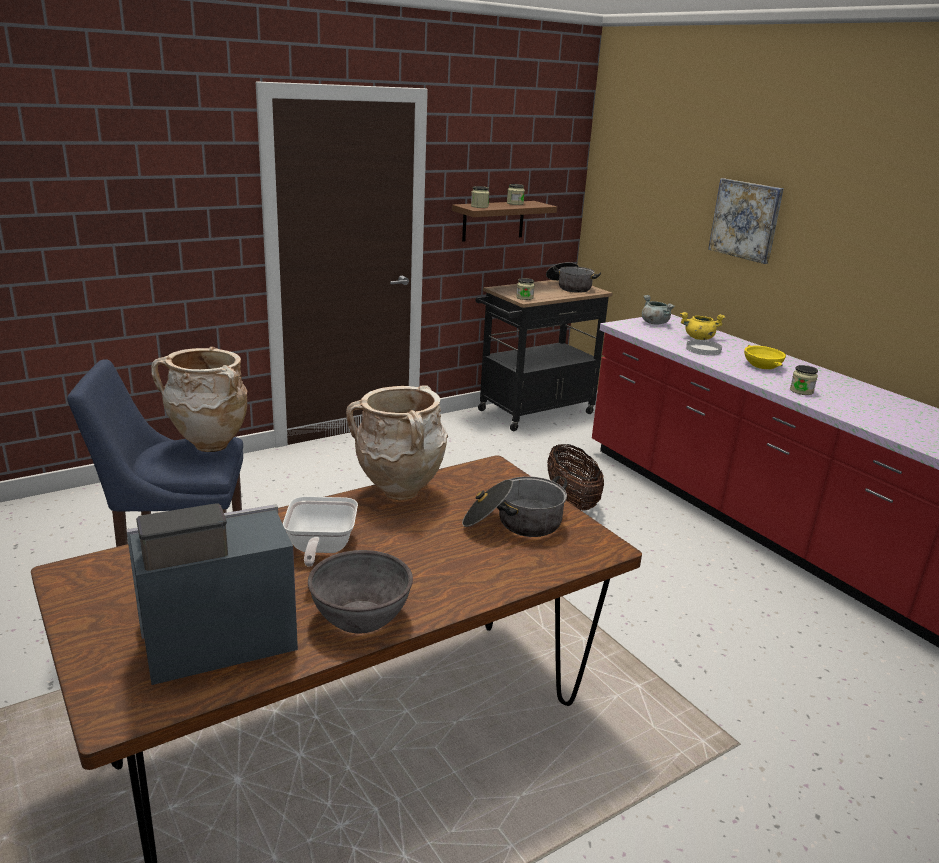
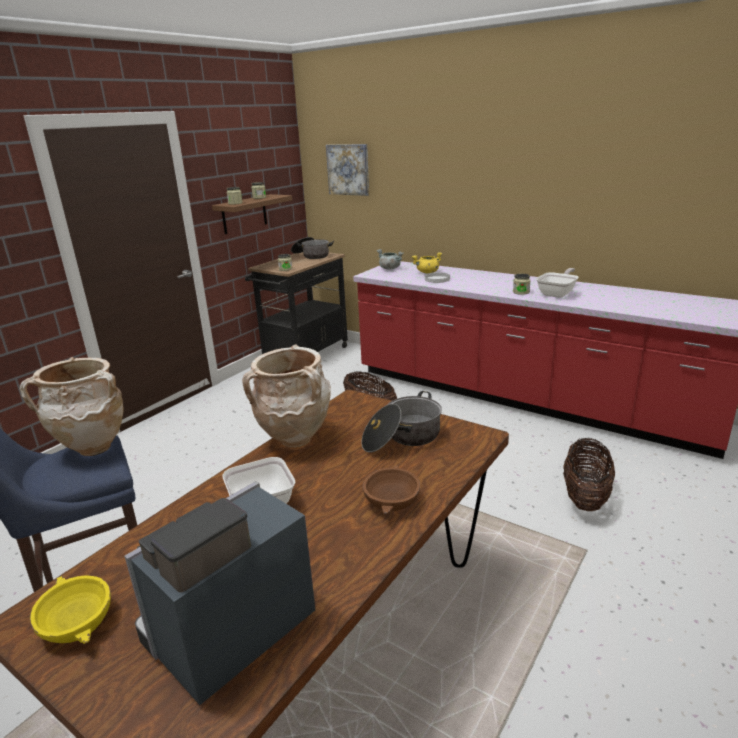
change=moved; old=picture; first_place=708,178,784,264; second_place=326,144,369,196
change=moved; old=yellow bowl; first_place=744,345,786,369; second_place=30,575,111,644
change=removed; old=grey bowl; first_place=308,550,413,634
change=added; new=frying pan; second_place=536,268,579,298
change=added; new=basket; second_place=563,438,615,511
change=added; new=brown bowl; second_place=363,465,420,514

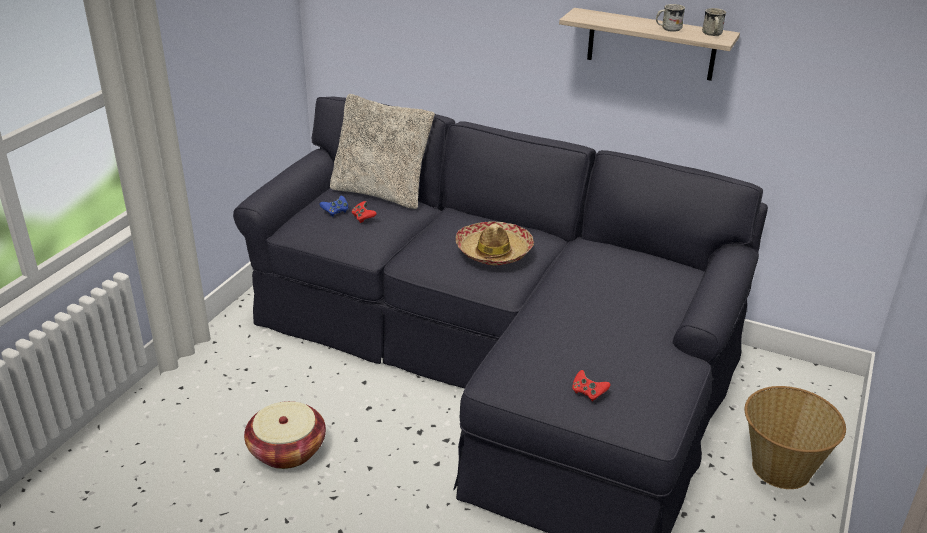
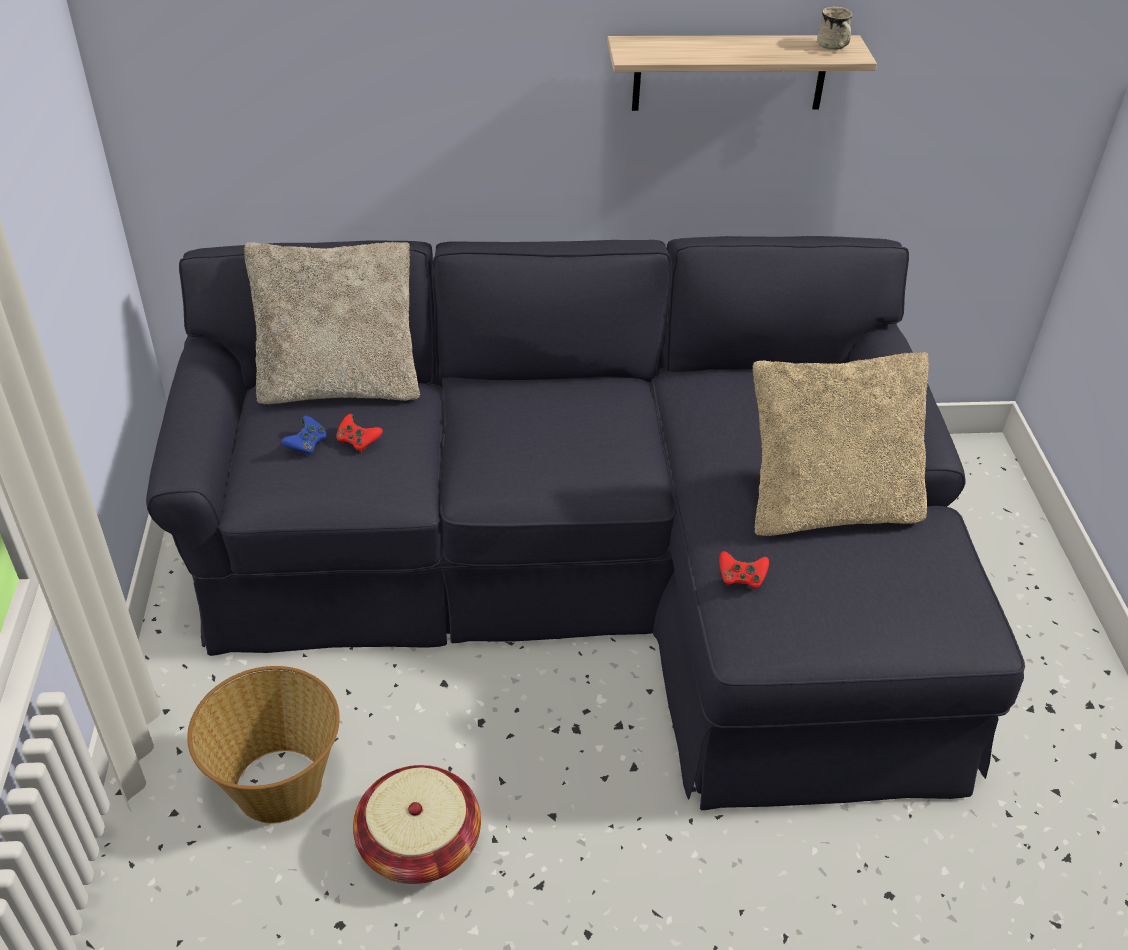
change=removed; old=white mug; first_place=656,4,685,32
change=removed; old=hat; first_place=456,221,534,265
change=moved; old=red game controller; first_place=572,370,610,402; second_place=719,551,769,589
change=moved; old=basket; first_place=745,386,846,489; second_place=187,666,340,823
change=added; new=beige pillow; second_place=753,352,929,536

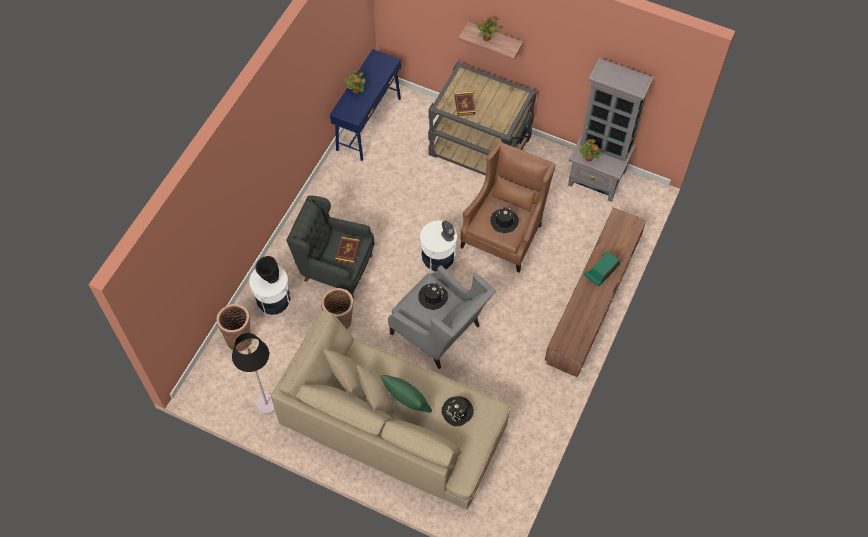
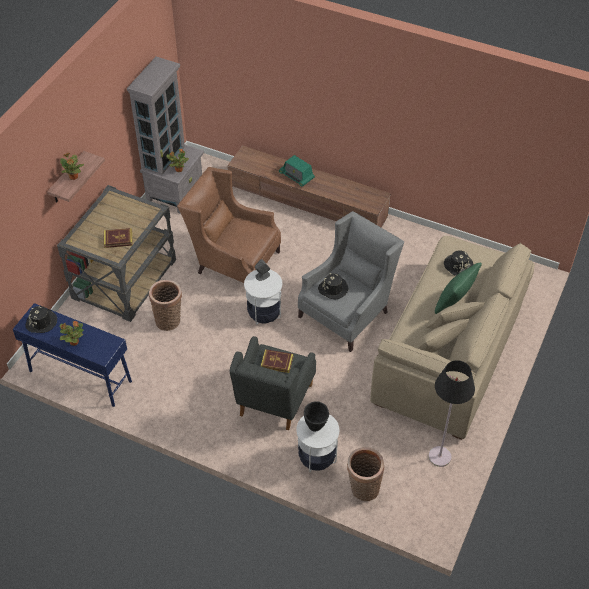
change=moved; old=black hat; first_place=490,207,519,233; second_place=25,306,57,333
change=moved; old=basket; first_place=321,288,354,329; second_place=149,280,182,331

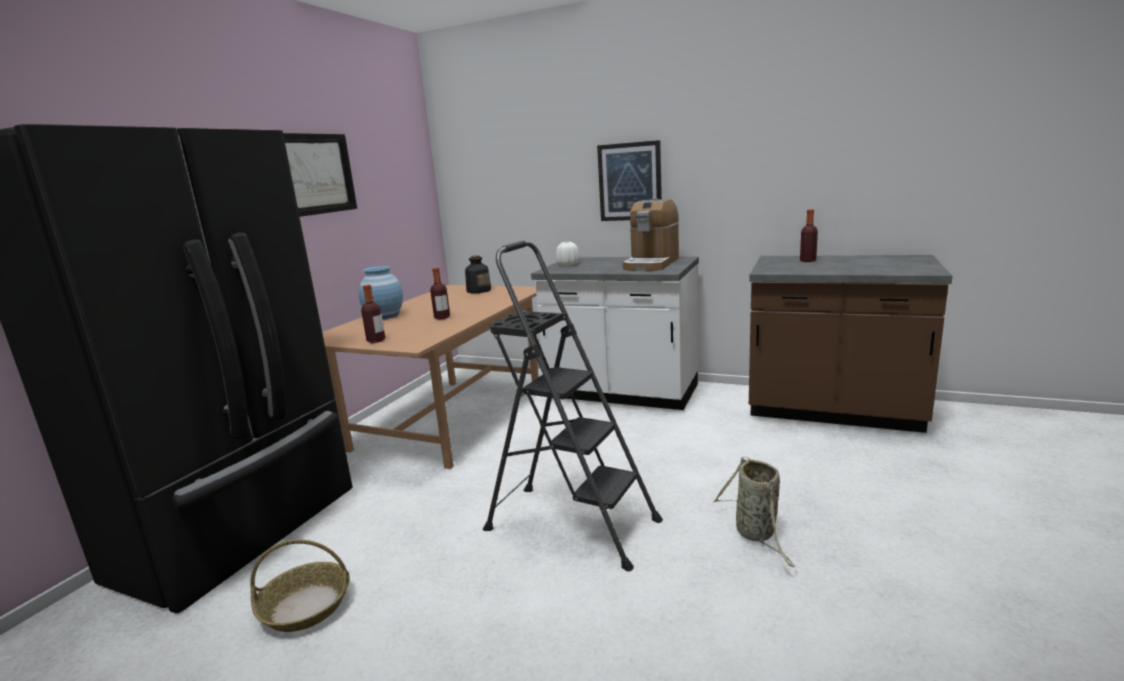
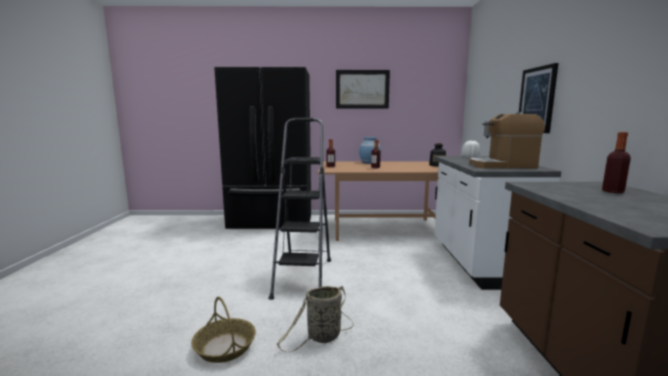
change=moved; old=basket; first_place=250,540,350,632; second_place=191,297,256,363

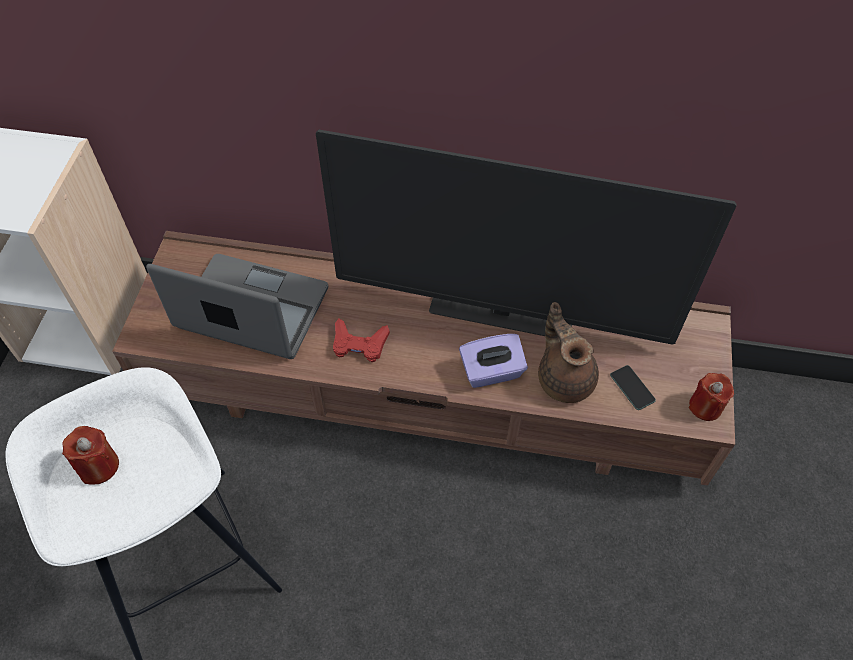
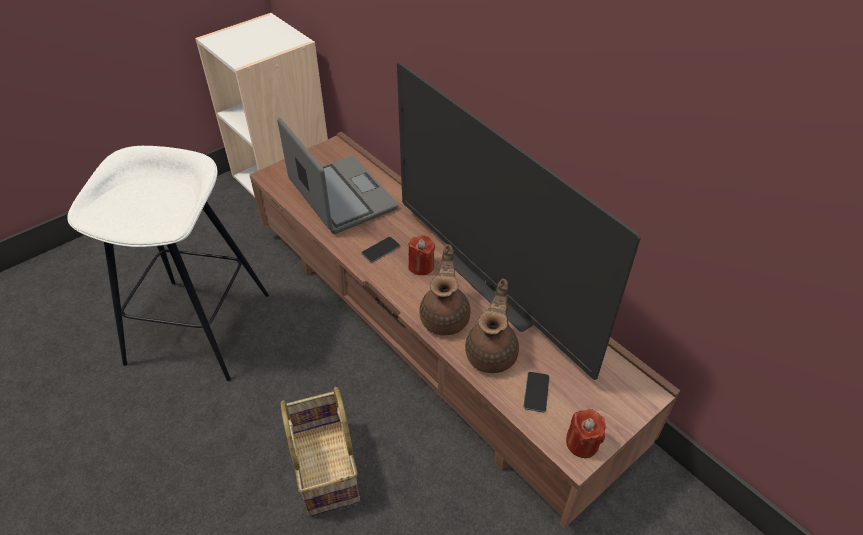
change=replaced; old=red game controller; new=phone; first_place=333,319,390,362; second_place=361,237,400,262
change=replaced; old=purple tissue box; new=brown teapot; first_place=459,334,528,388; second_place=419,244,471,335
change=moved; old=red candle; first_place=62,426,119,485; second_place=408,235,435,275
change=added; new=basket; second_place=281,387,360,517

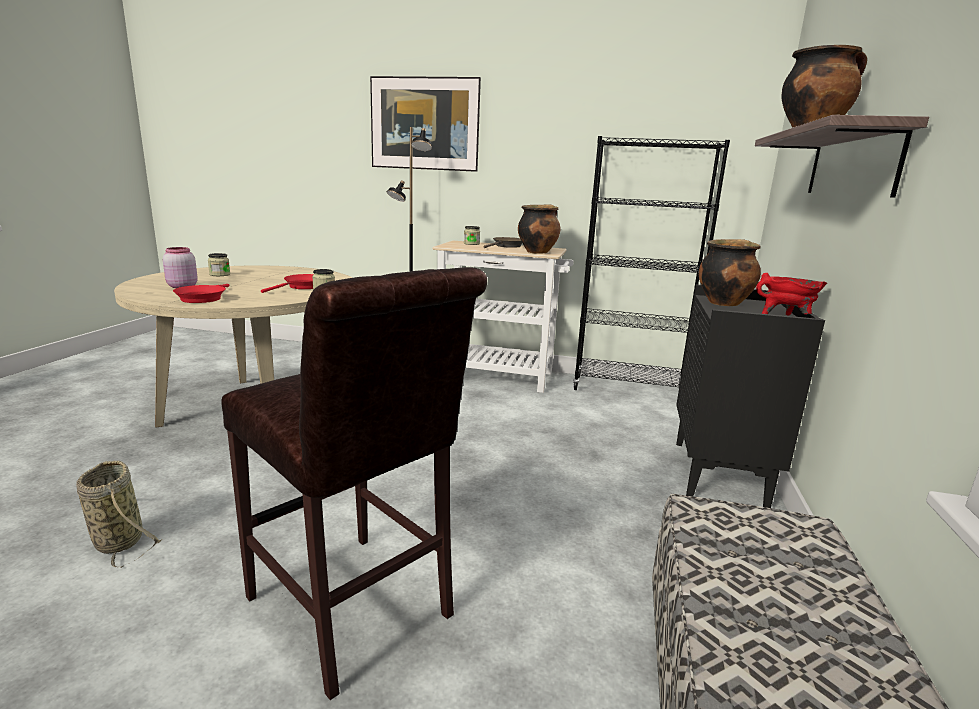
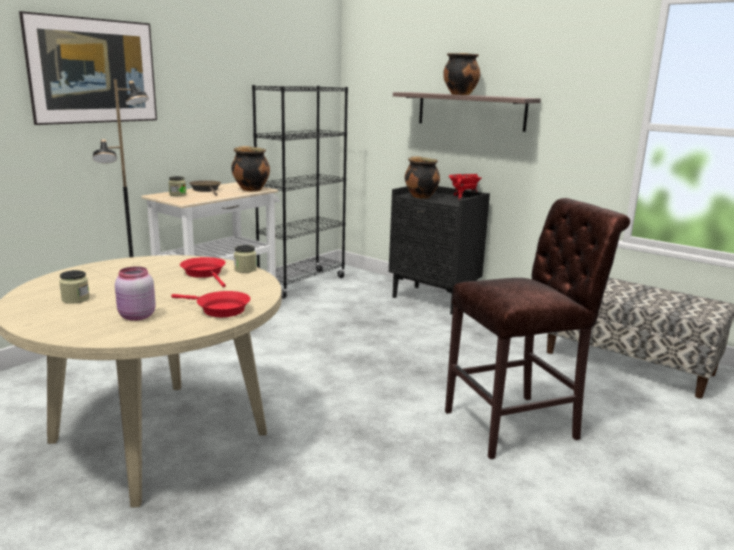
change=removed; old=basket; first_place=76,461,161,568

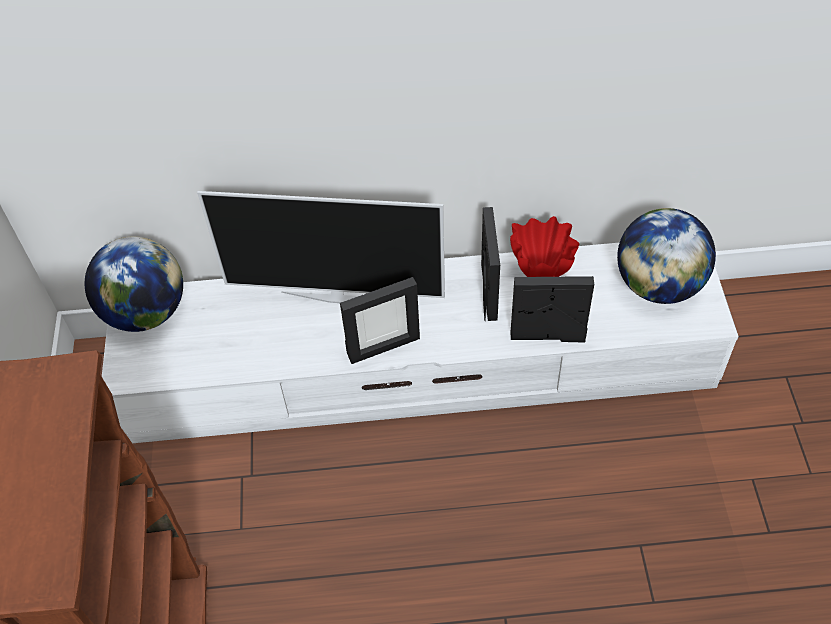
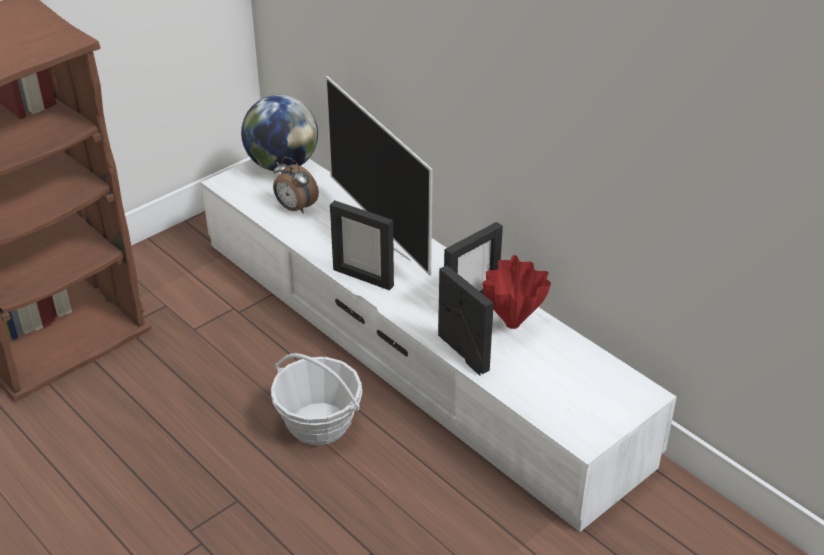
change=removed; old=globe; first_place=617,208,716,304
change=added; new=alarm clock; second_place=273,157,319,214
change=added; new=basket; second_place=271,353,363,445

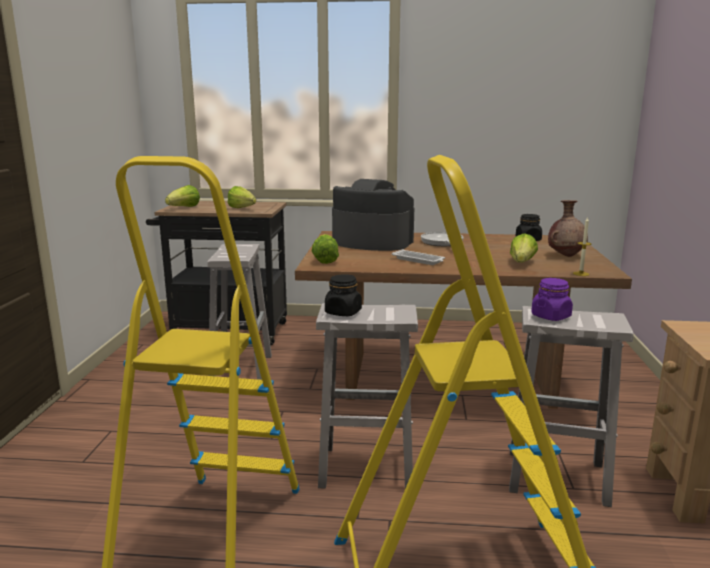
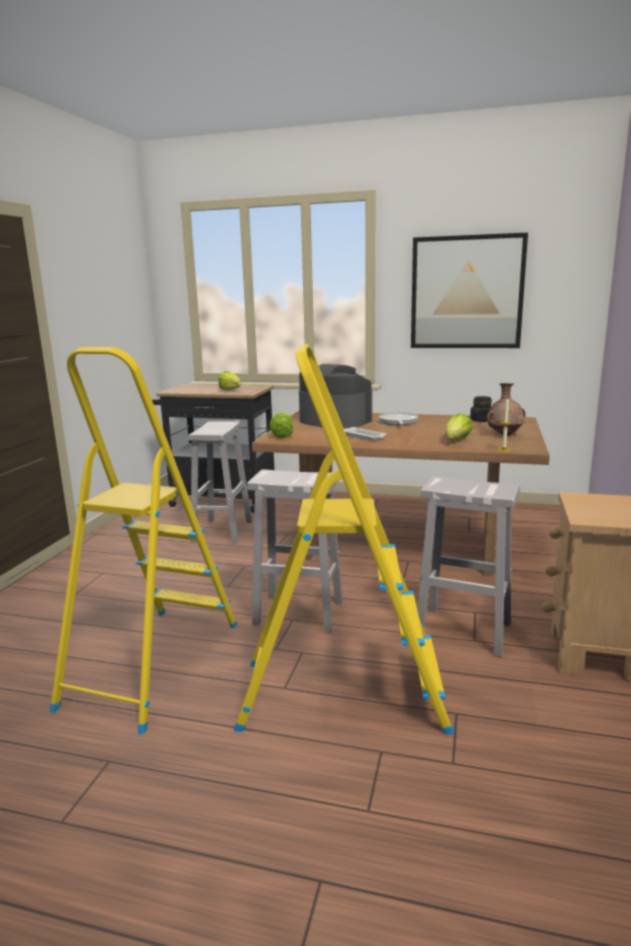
change=removed; old=lettuce; first_place=165,185,200,207
change=removed; old=black jar; first_place=325,274,362,316
change=removed; old=purple jar; first_place=531,278,573,321
change=added; new=picture; second_place=411,233,528,348

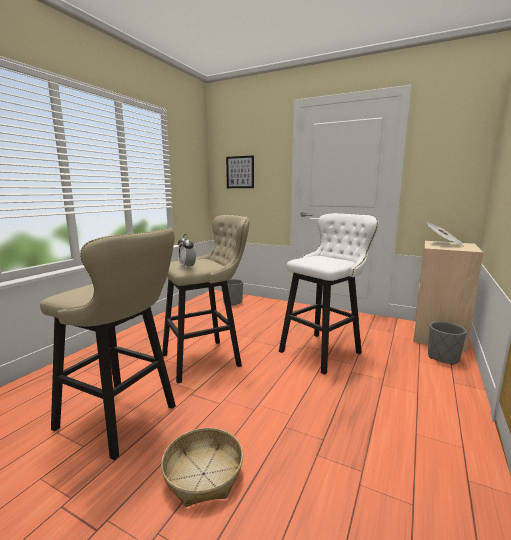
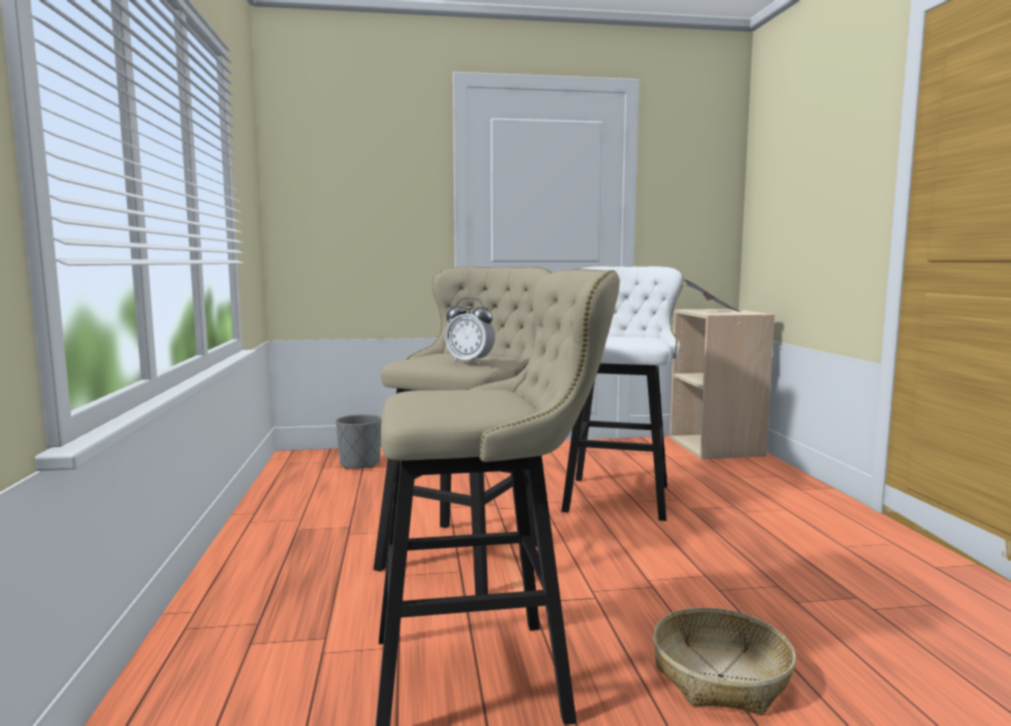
change=removed; old=picture; first_place=226,155,254,188
change=removed; old=grey planter; first_place=428,322,467,365

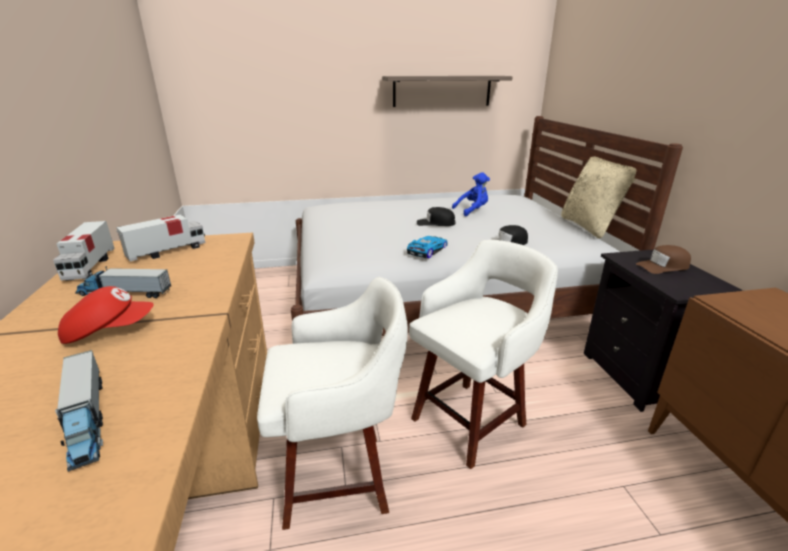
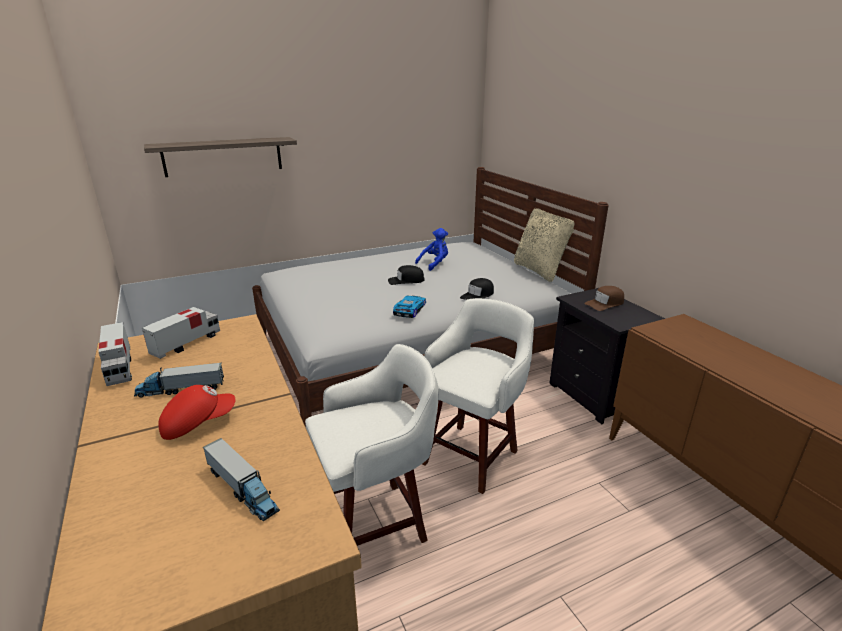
change=moved; old=shelf; first_place=382,76,513,107; second_place=144,137,297,177

